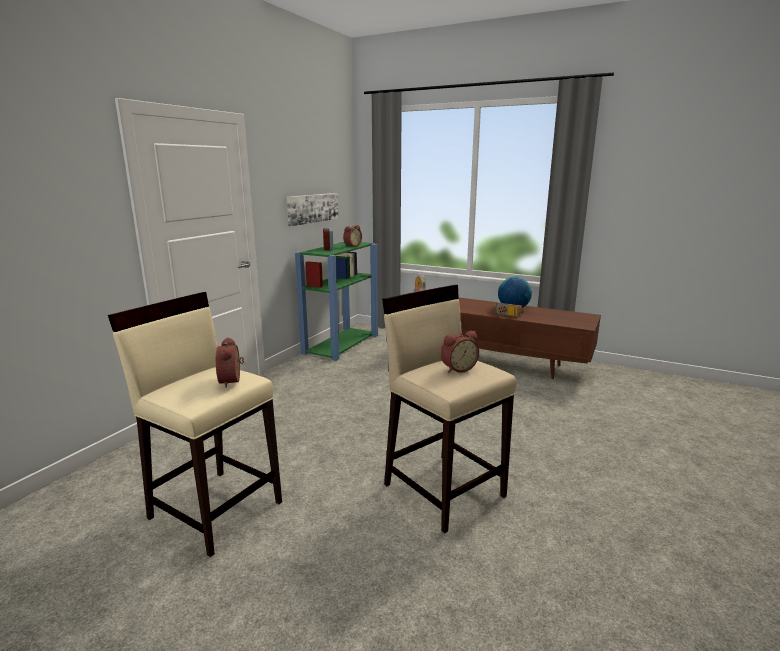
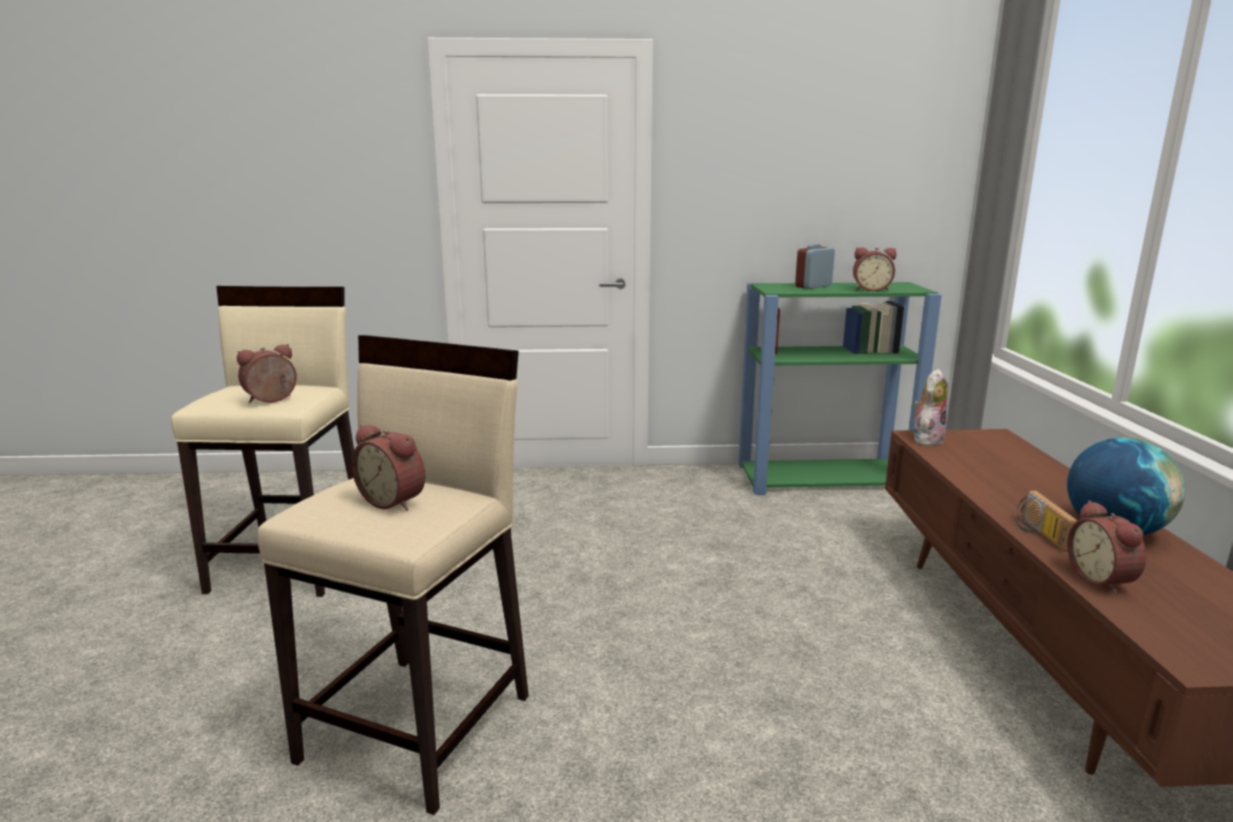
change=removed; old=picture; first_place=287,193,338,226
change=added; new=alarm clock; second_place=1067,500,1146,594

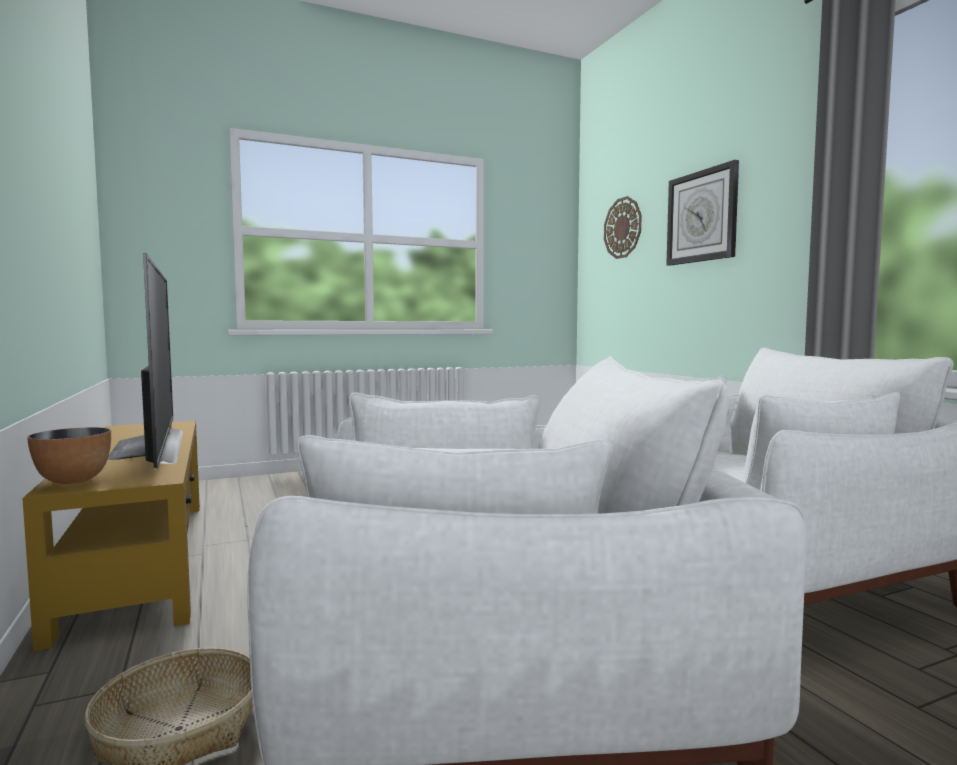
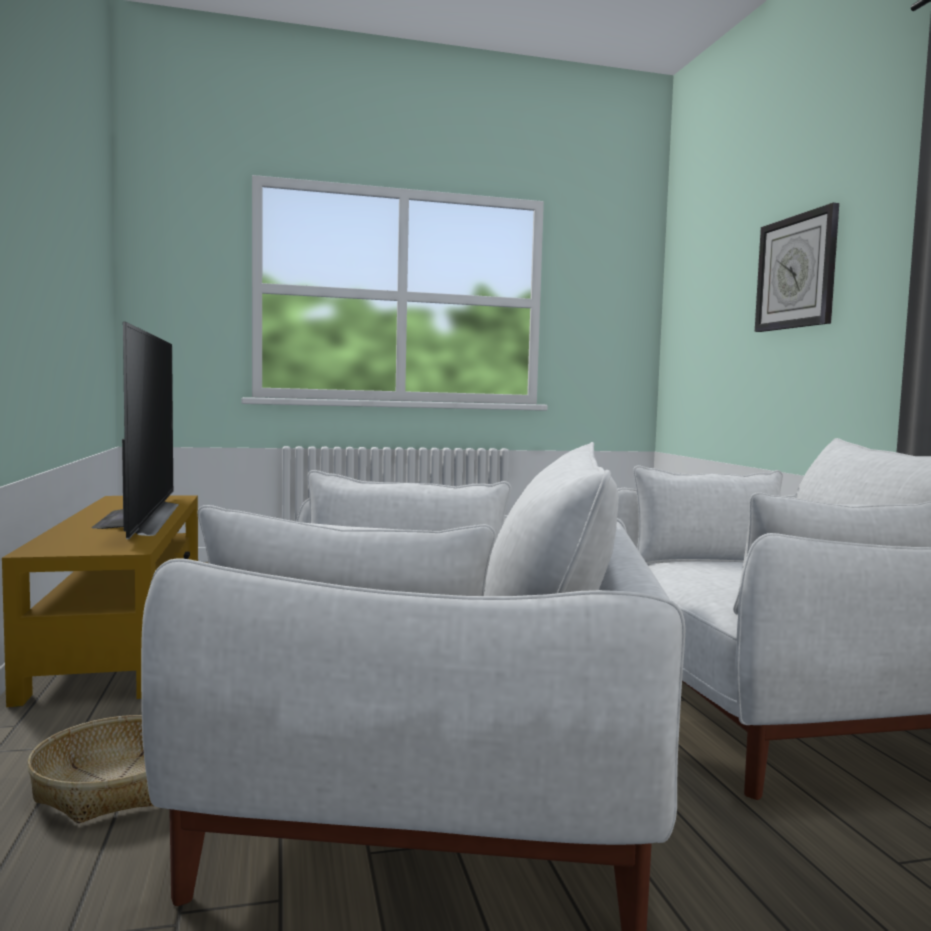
change=removed; old=wall clock; first_place=604,196,642,259
change=removed; old=bowl; first_place=27,427,111,484

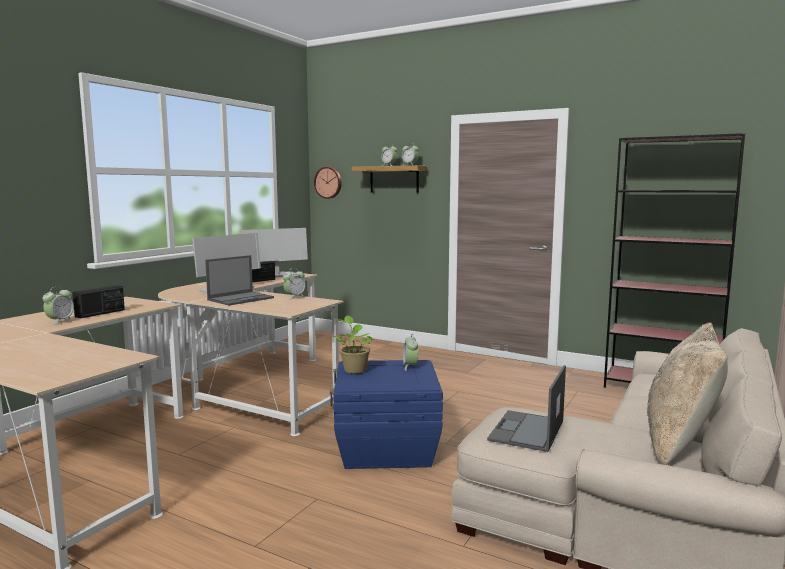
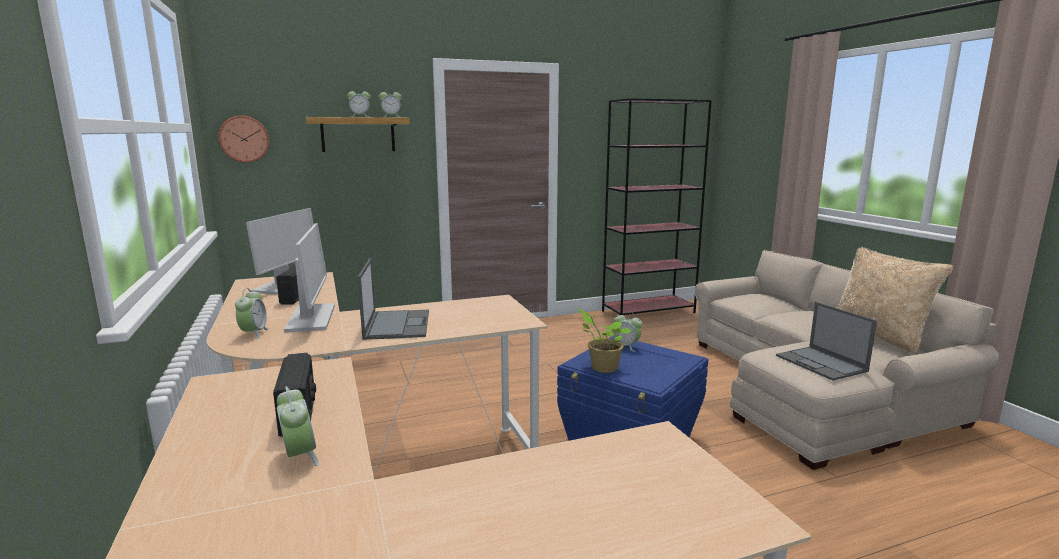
change=moved; old=alarm clock; first_place=283,268,306,299; second_place=235,288,269,339

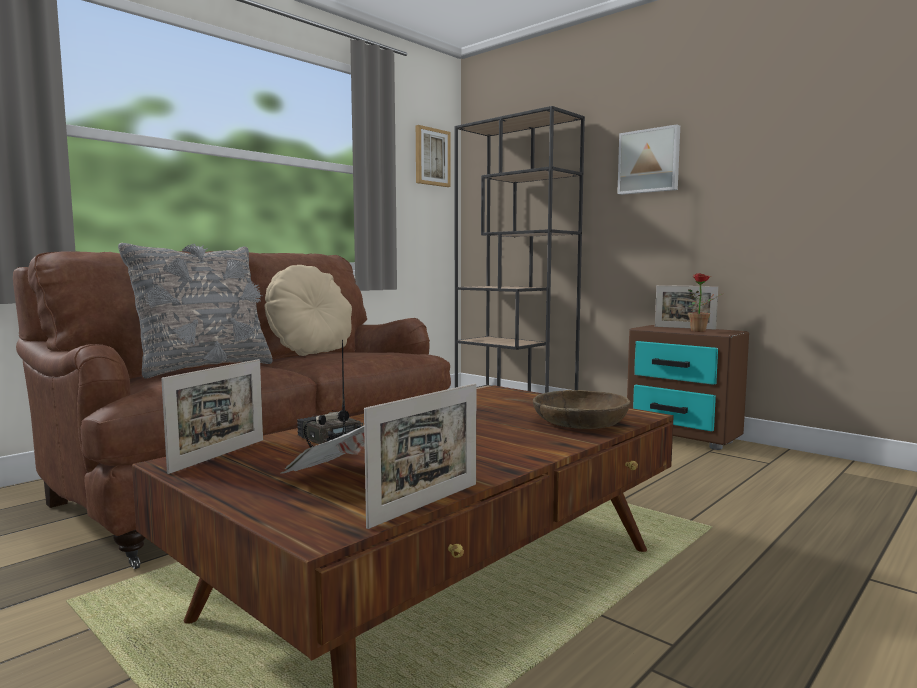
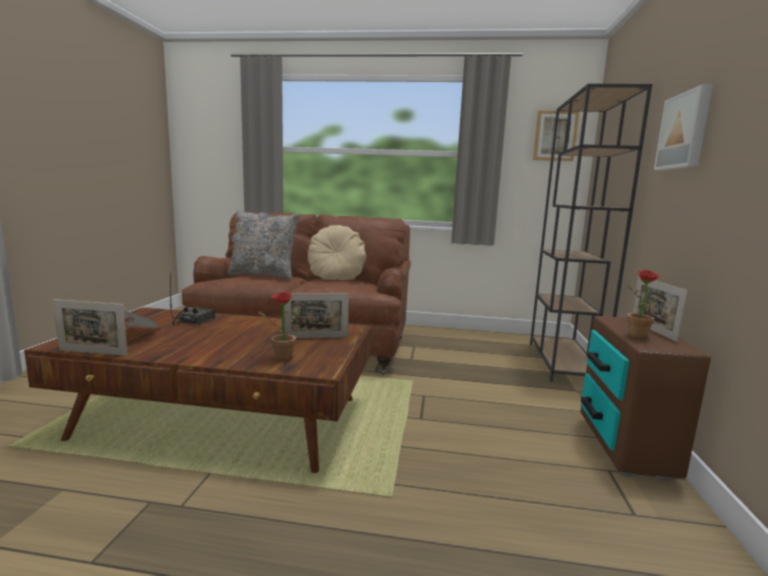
change=moved; old=picture frame; first_place=161,359,263,474; second_place=284,293,349,338
change=replaced; old=brown bowl; new=potted plant; first_place=533,390,630,429; second_place=259,292,298,361

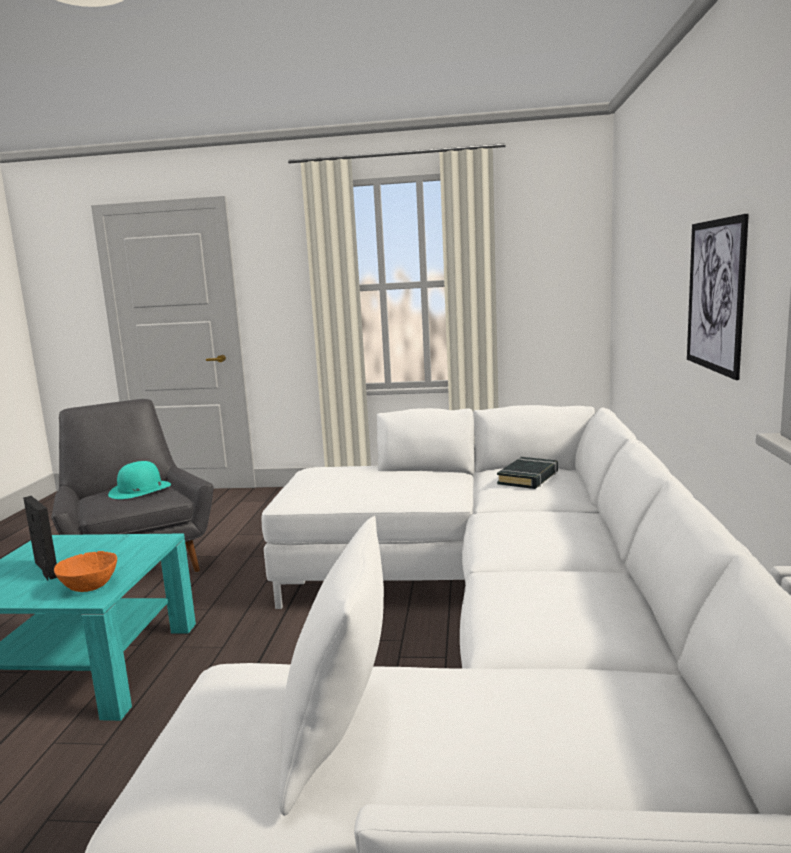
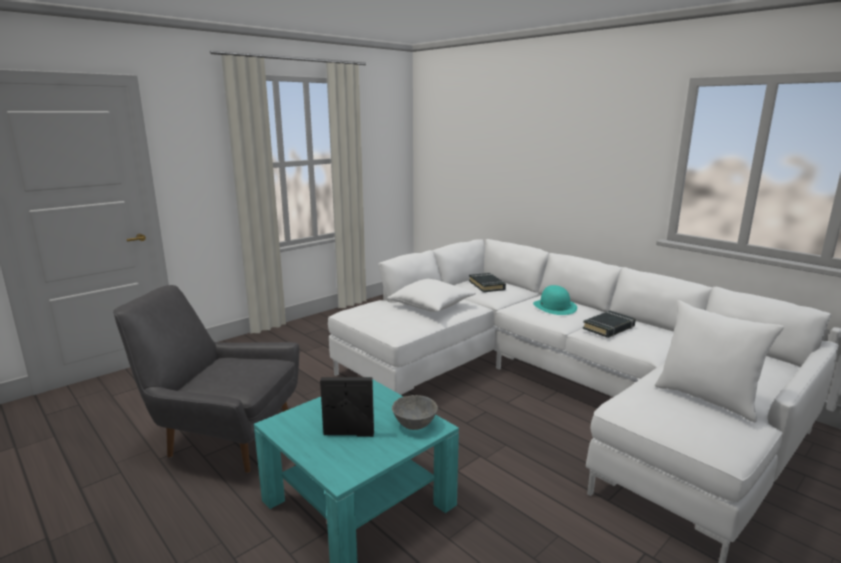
change=removed; old=picture; first_place=687,214,749,380
change=moved; old=turquoise hat; first_place=108,461,171,499; second_place=533,285,577,315
change=recoloured; old=orange bowl; new=grey bowl; first_place=54,551,117,592; second_place=392,395,438,430
change=added; new=white pillow; second_place=387,279,476,312
change=added; new=black book; second_place=583,311,636,338

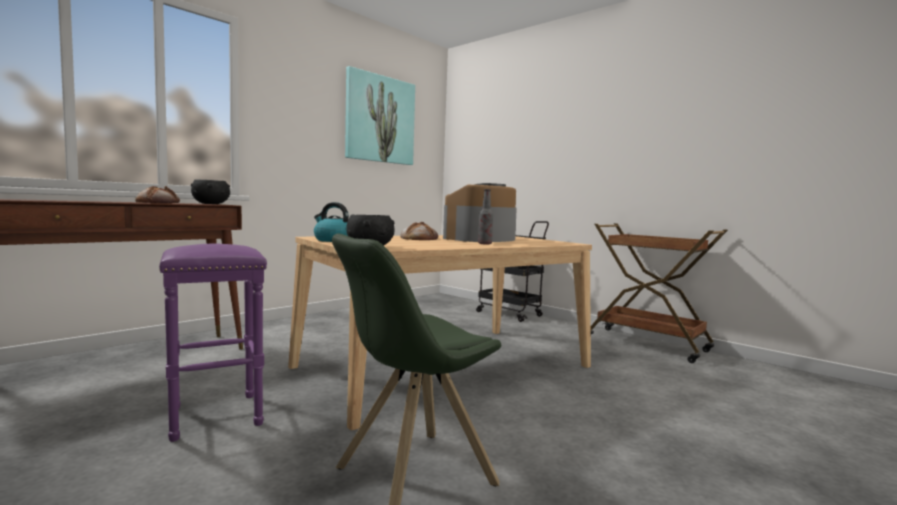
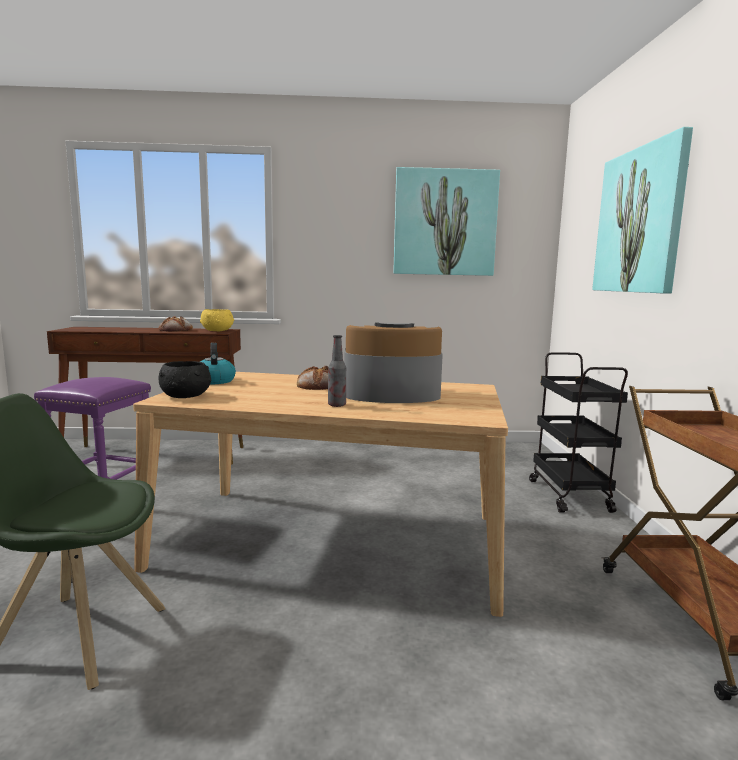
change=recoloured; old=black bowl; new=yellow bowl; first_place=191,179,230,204; second_place=200,309,234,331
change=added; new=picture; second_place=592,127,693,294

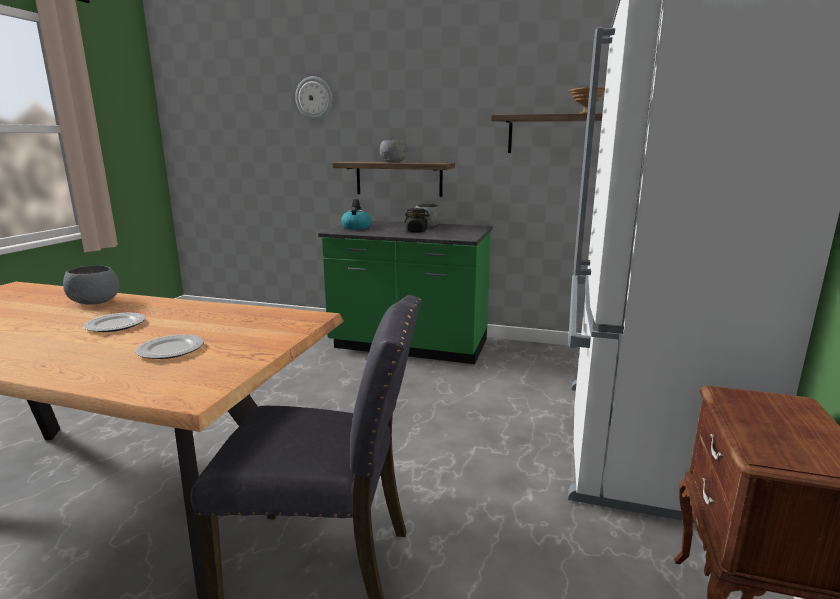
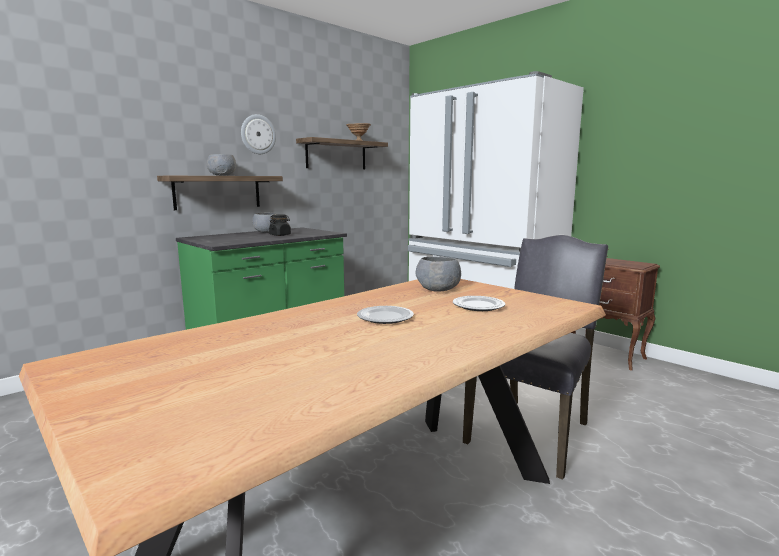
change=moved; old=wall clock; first_place=295,76,332,120; second_place=241,114,276,154
change=removed; old=kettle; first_place=341,199,371,230
change=moved; old=grey bowl; first_place=63,266,120,305; second_place=416,256,461,292

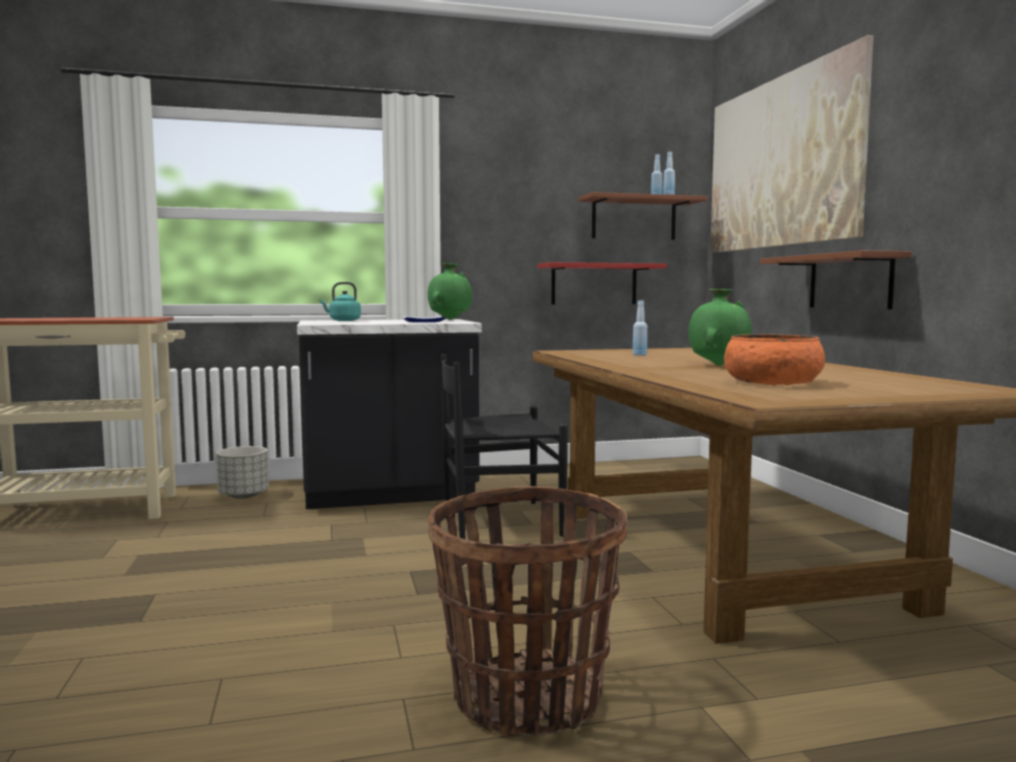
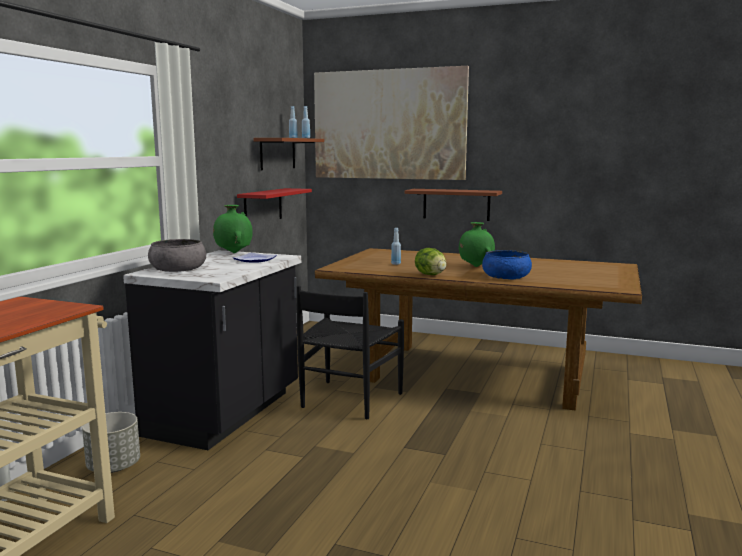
change=replaced; old=turquoise kettle; new=grey bowl; first_place=319,282,361,321; second_place=148,239,206,272
change=removed; old=orange bowl; first_place=724,334,825,385
change=removed; old=basket; first_place=428,486,627,736
change=added; new=lettuce; second_place=415,248,447,275
change=added; new=blue bowl; second_place=482,250,532,279

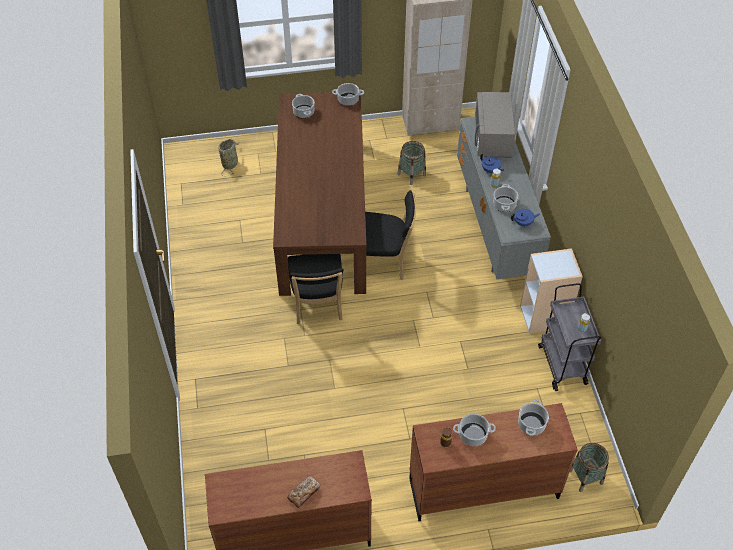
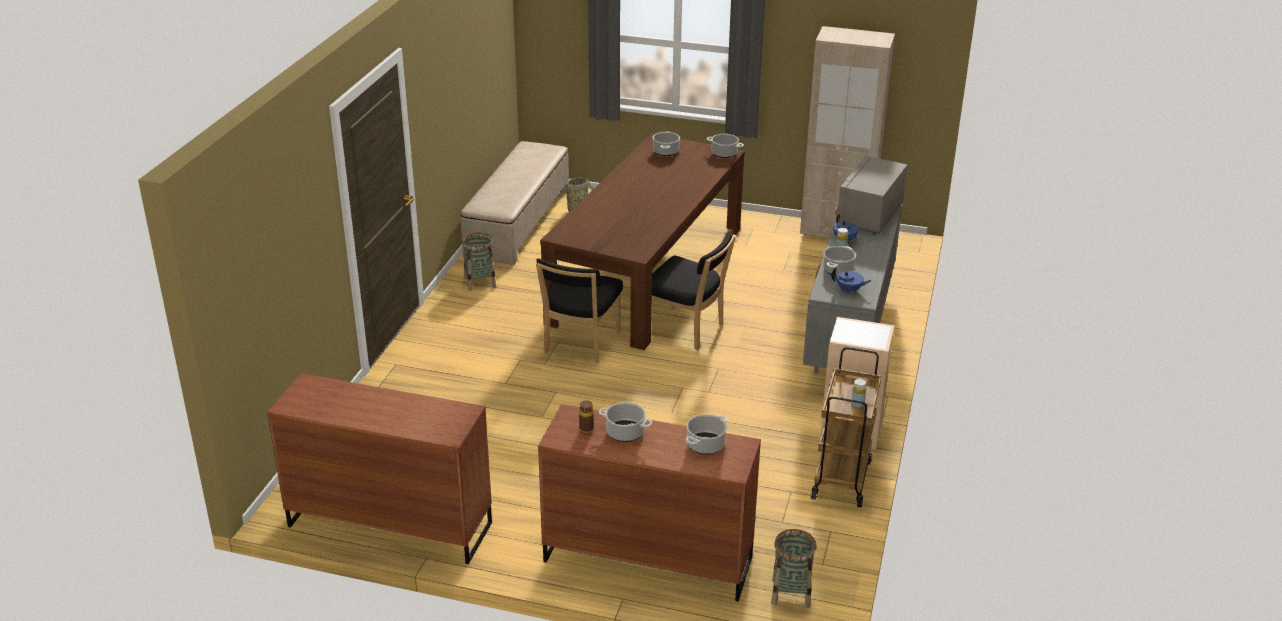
change=moved; old=basket; first_place=398,141,426,185; second_place=462,233,496,291
change=recoloured; old=grey cart; new=brown cart; first_place=538,283,601,391; second_place=811,347,881,507
change=removed; old=bread; first_place=287,476,320,508
change=added; new=beige bench; second_place=461,141,569,265

